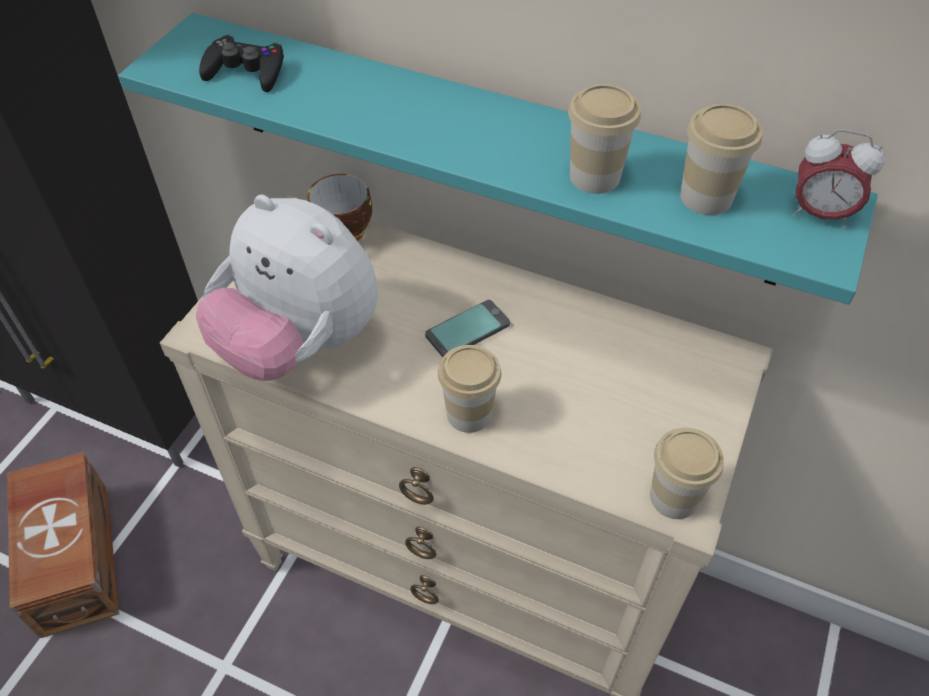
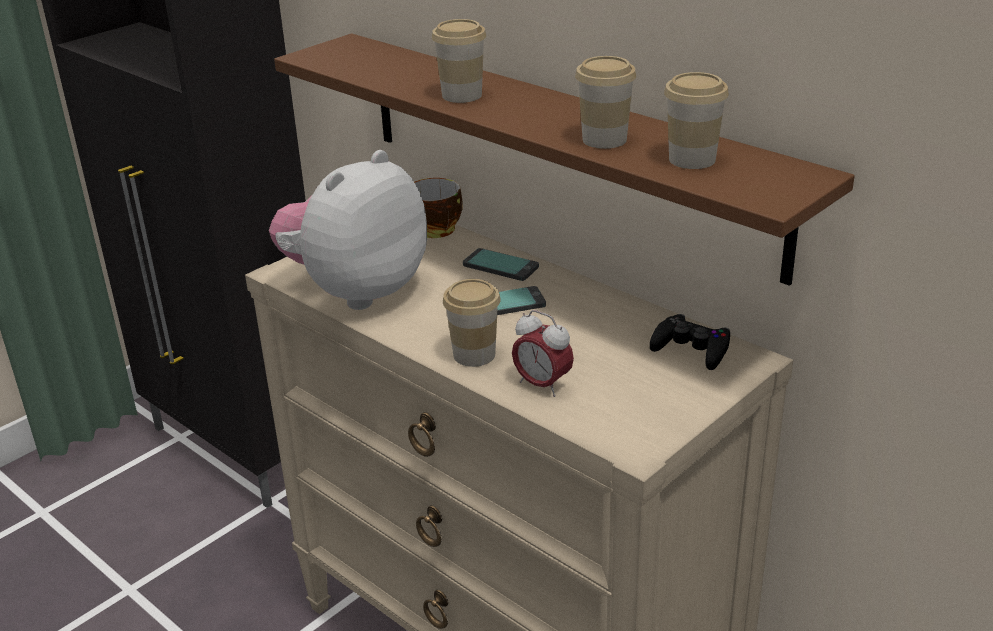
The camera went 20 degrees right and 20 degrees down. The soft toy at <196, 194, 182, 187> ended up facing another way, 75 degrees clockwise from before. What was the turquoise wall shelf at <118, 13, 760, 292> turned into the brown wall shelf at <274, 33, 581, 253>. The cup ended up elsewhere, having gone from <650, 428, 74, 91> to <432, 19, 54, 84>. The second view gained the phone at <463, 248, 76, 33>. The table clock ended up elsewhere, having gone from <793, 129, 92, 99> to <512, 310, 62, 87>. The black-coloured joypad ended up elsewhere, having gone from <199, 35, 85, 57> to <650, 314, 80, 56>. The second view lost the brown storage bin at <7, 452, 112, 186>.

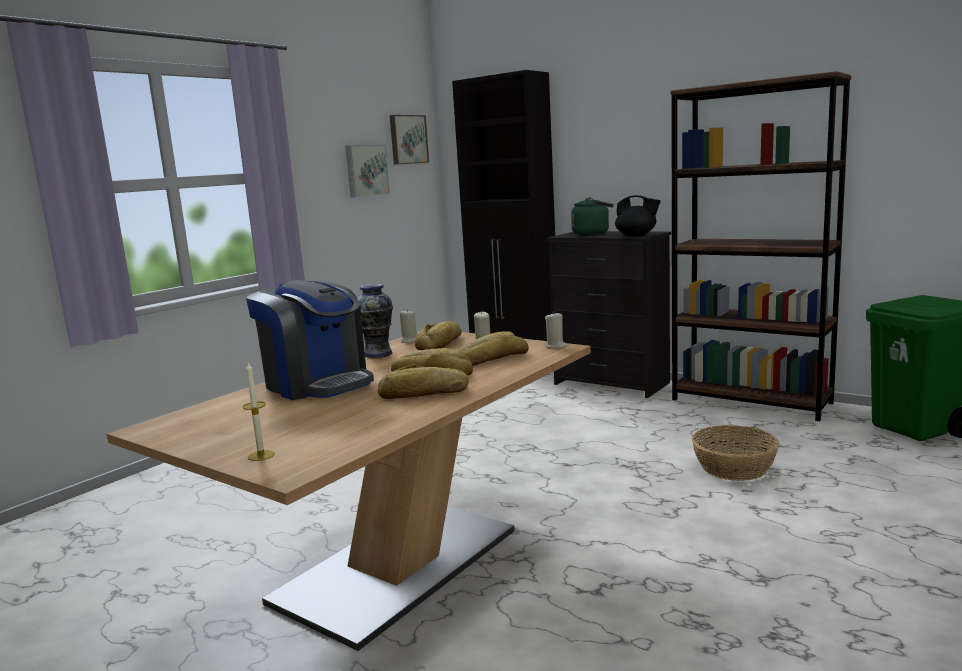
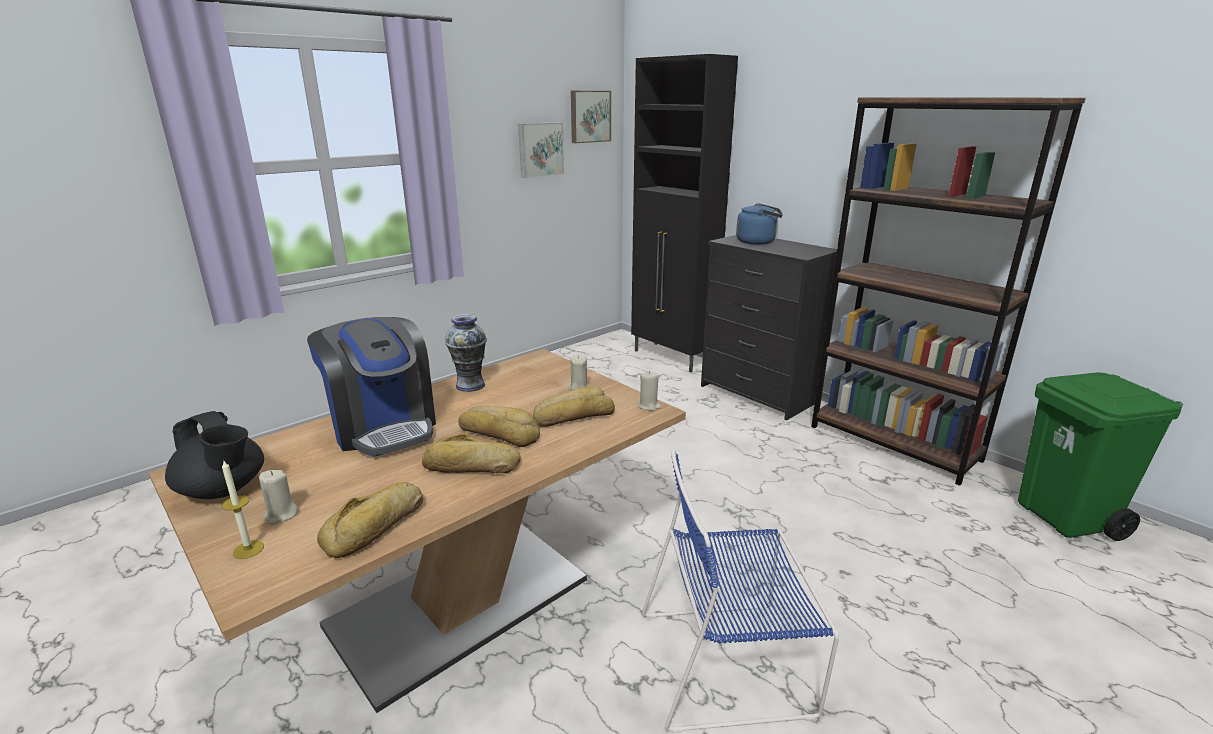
The camera went 10 degrees right and 10 degrees up. The black-coloured tea pot ended up elsewhere, having gone from <615, 195, 46, 41> to <165, 411, 99, 88>. The beige-coloured wax candle ended up elsewhere, having gone from <400, 309, 18, 35> to <259, 470, 40, 55>. The baked bread ended up elsewhere, having gone from <414, 321, 47, 29> to <317, 482, 106, 76>. The second view gained the bluish plain chair at <642, 449, 197, 284>. What was the green-coloured tea kettle at <571, 197, 43, 38> turned into the bluish tea kettle at <736, 203, 47, 42>. The second view lost the household basket at <692, 425, 87, 56>.

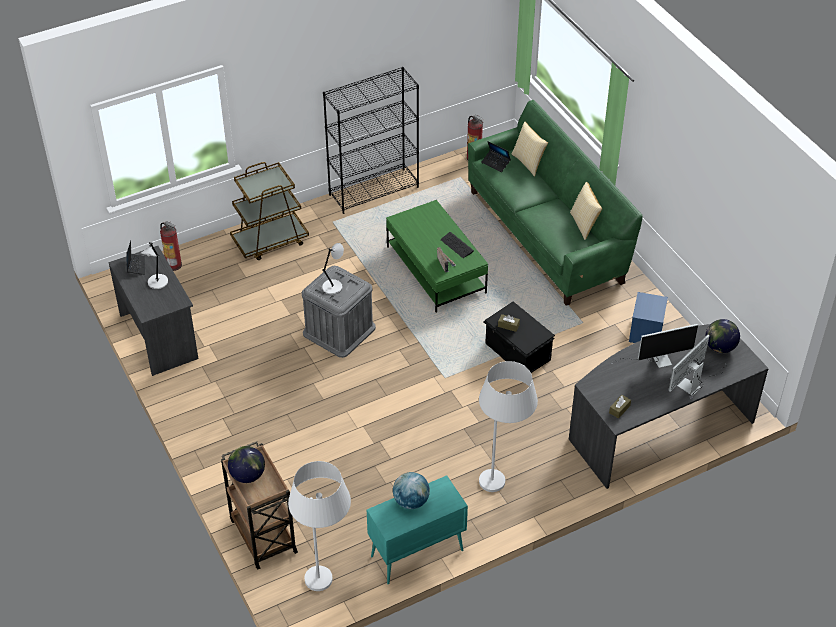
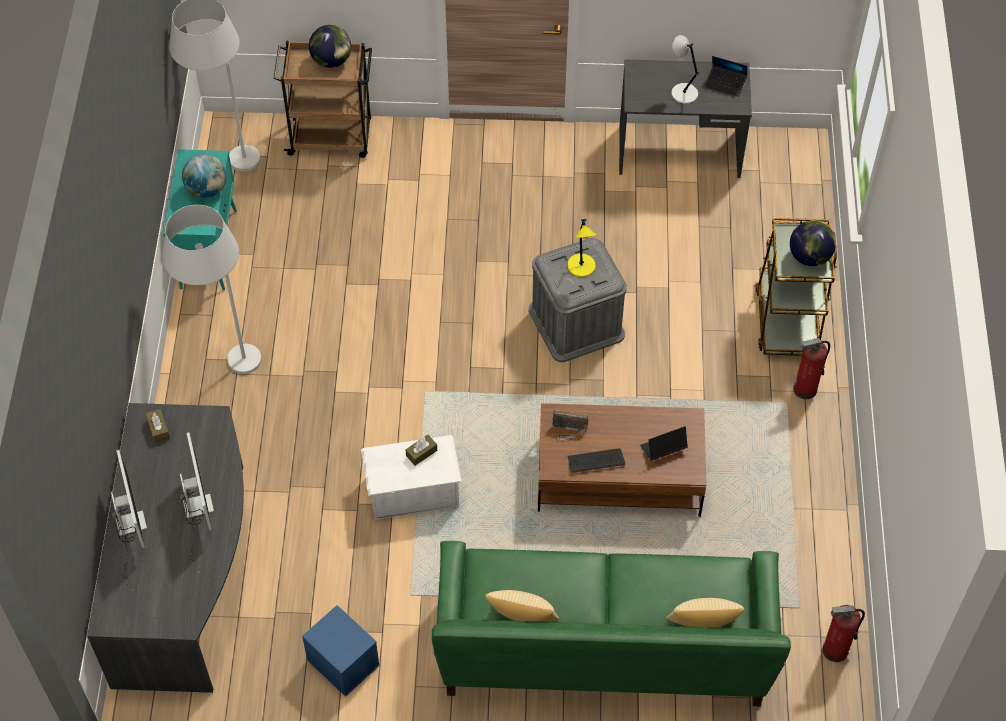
The camera went 120 degrees right and 10 degrees up. The monitor at <611, 324, 87, 44> ended up facing another way, 150 degrees clockwise from before. What was the black-coloured storage bin at <484, 302, 71, 71> turned into the white-coloured storage bin at <361, 435, 101, 85>. What was the green-coloured lounge table at <386, 200, 102, 113> turned into the brown lounge table at <538, 403, 168, 114>. What was the grey lamp for a table at <322, 243, 22, 51> turned into the yellow-coloured lamp for a table at <567, 219, 30, 58>. The portable computer ended up elsewhere, having gone from <481, 141, 30, 31> to <640, 426, 48, 35>. The desk globe ended up elsewhere, having gone from <705, 319, 35, 34> to <790, 220, 46, 46>. The extinguisher ended up elsewhere, having gone from <160, 221, 22, 50> to <793, 338, 37, 61>. The second view lost the black-coloured bookshelf at <323, 67, 96, 147>.

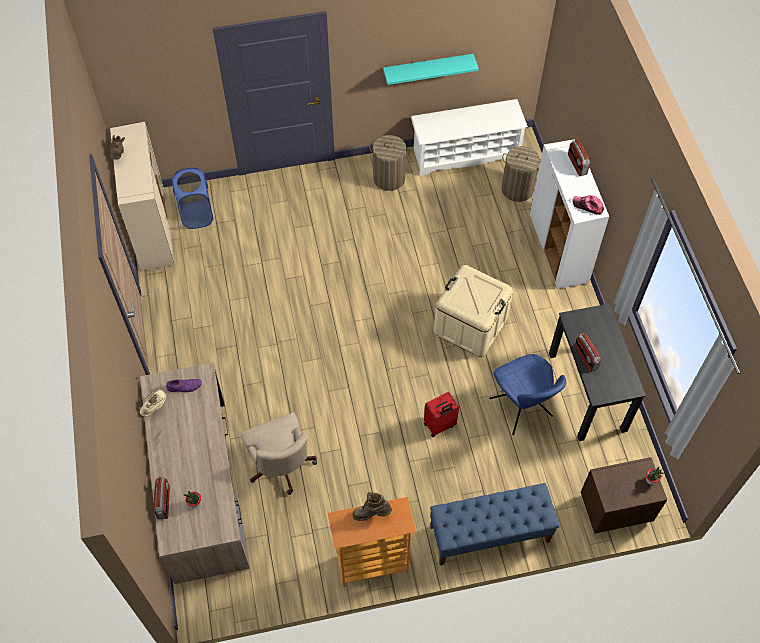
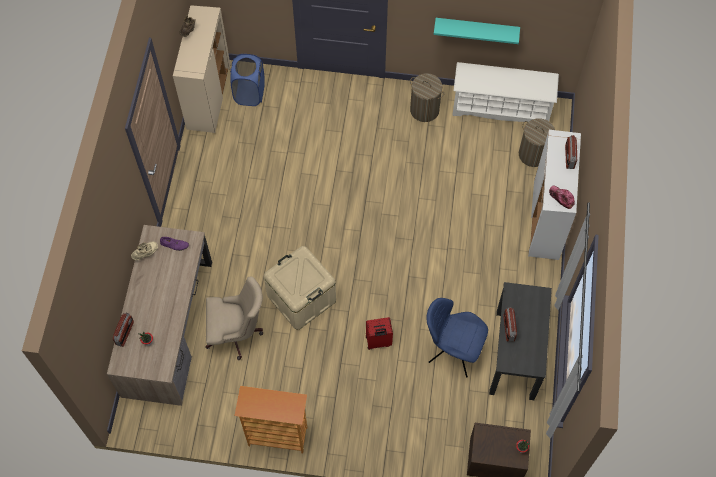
The camera went 20 degrees right and 5 degrees up. The beige-coloured computer chair at <240, 412, 77, 83> ended up facing another way, 90 degrees counterclockwise from before. The beige-coloured storage bin ended up elsewhere, having gone from <434, 265, 79, 92> to <264, 246, 72, 83>. The bluish plain chair at <489, 354, 77, 81> ended up facing another way, 120 degrees clockwise from before. The second view lost the brown boot at <352, 492, 40, 29>. The second view lost the bluish long seat at <430, 483, 129, 82>.

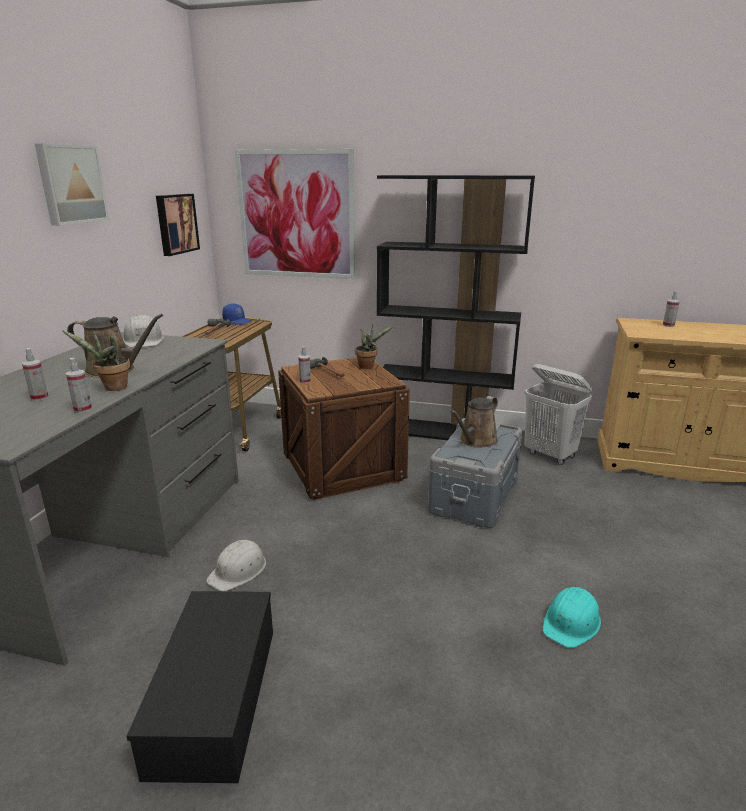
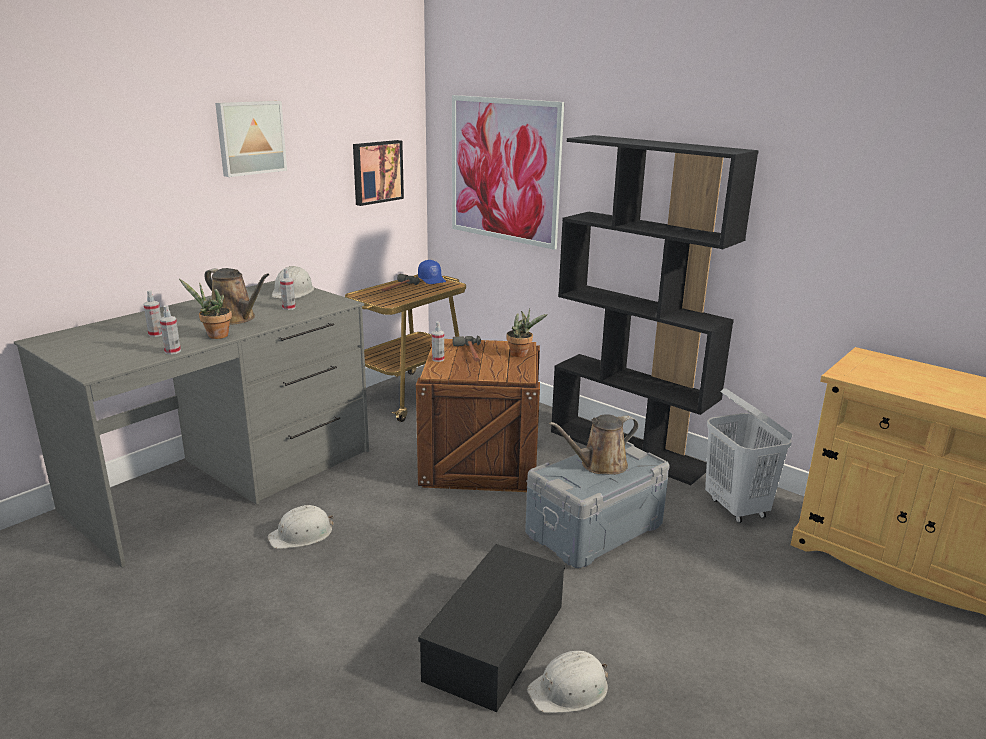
The camera went 25 degrees right and 0 degrees up. The sprayer ended up elsewhere, having gone from <663, 291, 17, 36> to <280, 268, 16, 42>. The black-coloured storage bin ended up elsewhere, having gone from <127, 591, 146, 192> to <418, 544, 147, 168>. What was the turquoise hard hat at <543, 587, 58, 61> turned into the white-coloured hard hat at <527, 651, 81, 62>.

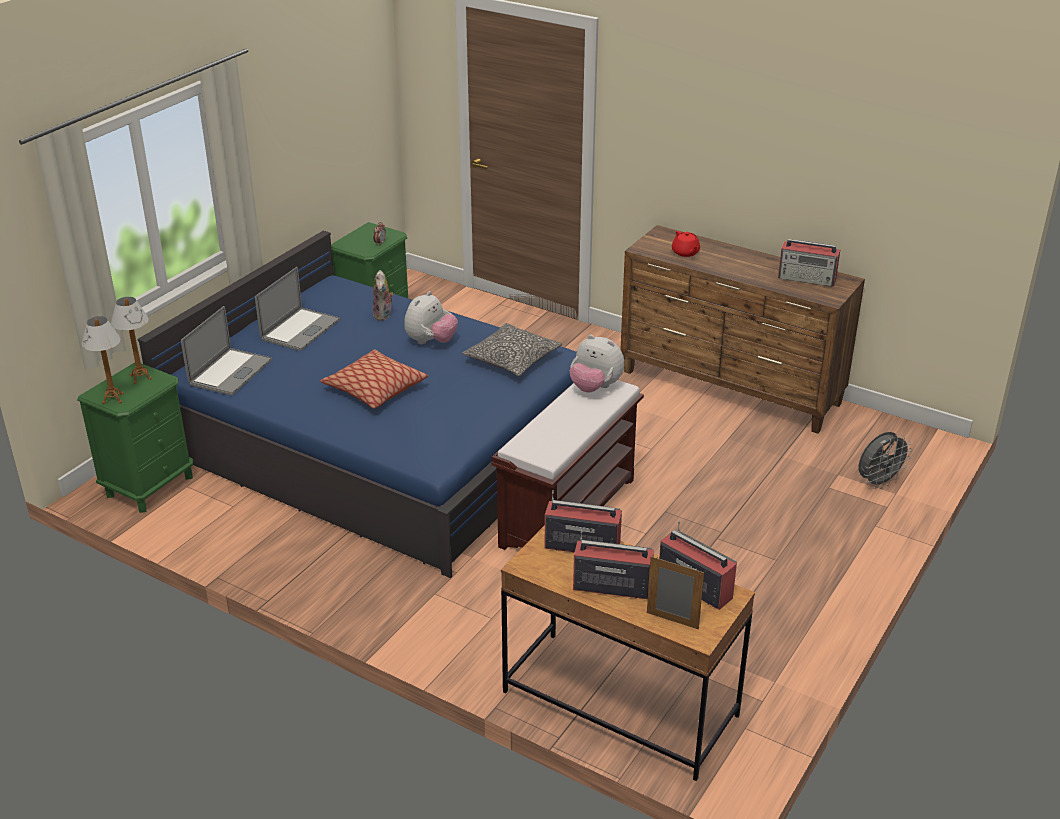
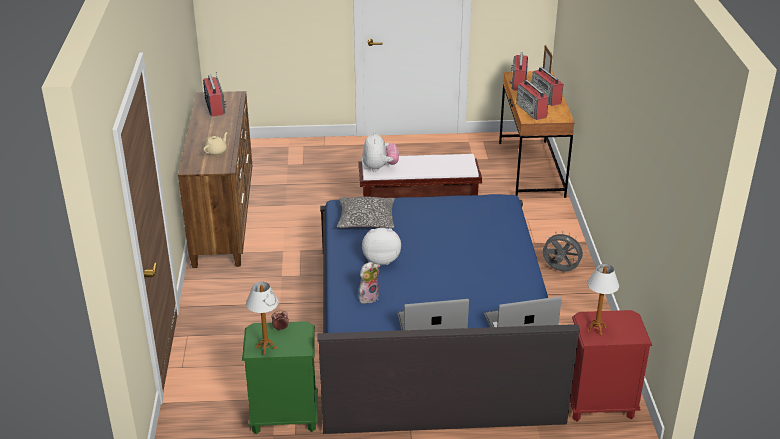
The camera went 125 degrees left and 0 degrees up. What was the reddish tea pot at <672, 231, 28, 26> turned into the beige-coloured tea pot at <203, 132, 25, 24>. The lamp for a table ended up elsewhere, having gone from <82, 316, 42, 88> to <246, 282, 33, 73>. The grey fan ended up elsewhere, having gone from <859, 432, 53, 57> to <542, 231, 44, 40>. What was the green-coloured nightstand at <77, 362, 116, 151> turned into the reddish nightstand at <570, 310, 82, 111>. The second view lost the cushion at <320, 349, 108, 60>.

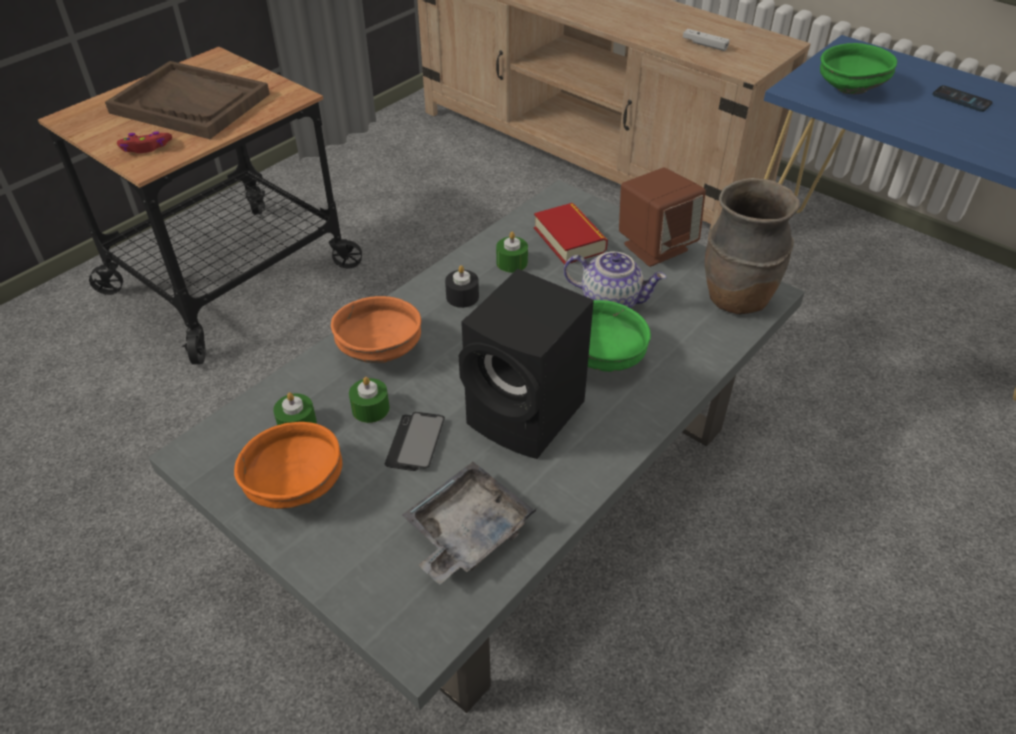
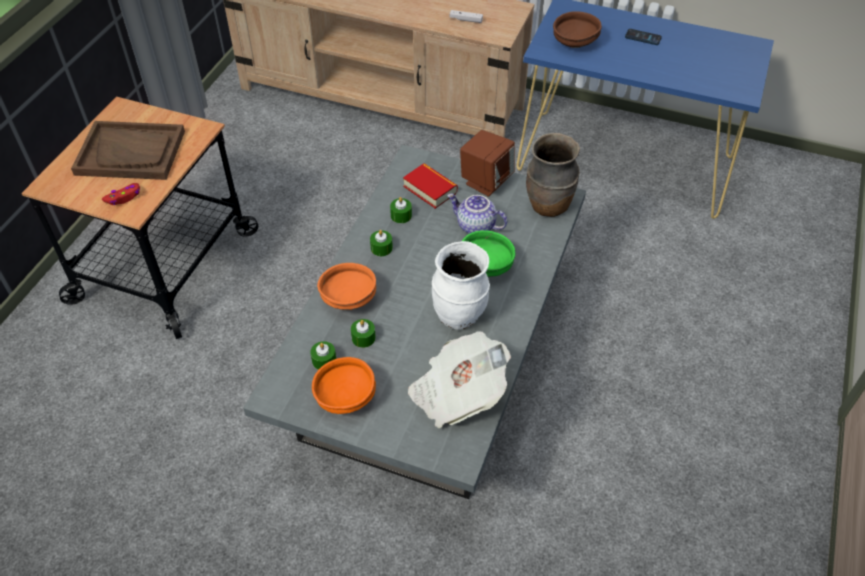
The camera went 20 degrees left and 5 degrees up. What was the black-coloured wax candle at <445, 265, 34, 43> turned into the green-coloured wax candle at <370, 230, 23, 26>. Where the grey tray stood at <402, 462, 134, 123>, the daily paper came to stand at <408, 331, 103, 97>. Where the black-coloured loudspeaker stood at <459, 269, 135, 190>, the white-coloured flower vase came to stand at <432, 241, 58, 89>. The tea pot at <564, 251, 102, 58> ended up facing another way, 150 degrees counterclockwise from before. What was the green-coloured serving bowl at <820, 43, 77, 51> turned into the brown serving bowl at <553, 11, 49, 37>. The second view lost the phone at <385, 412, 60, 59>.

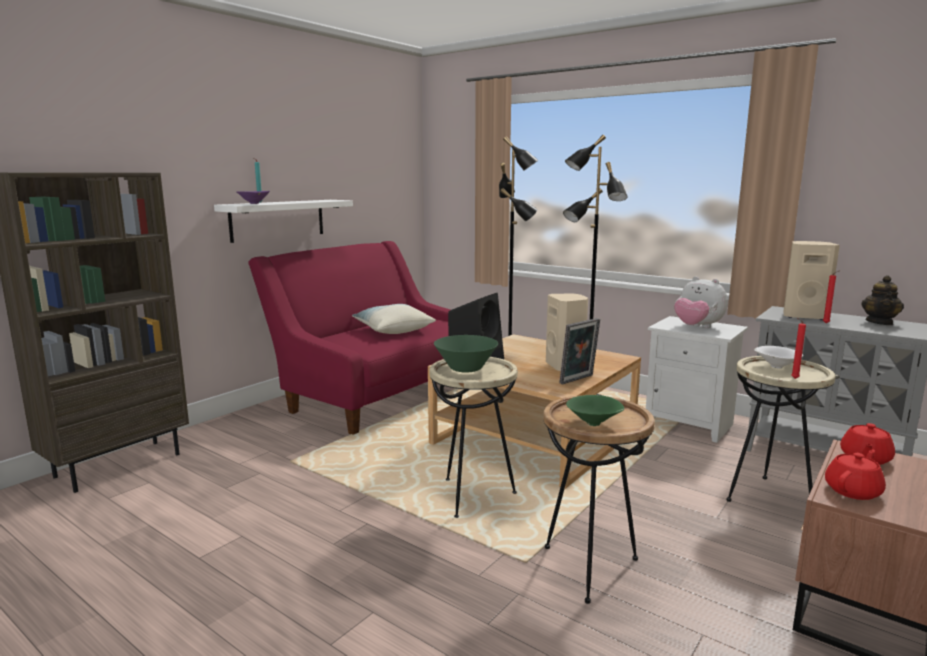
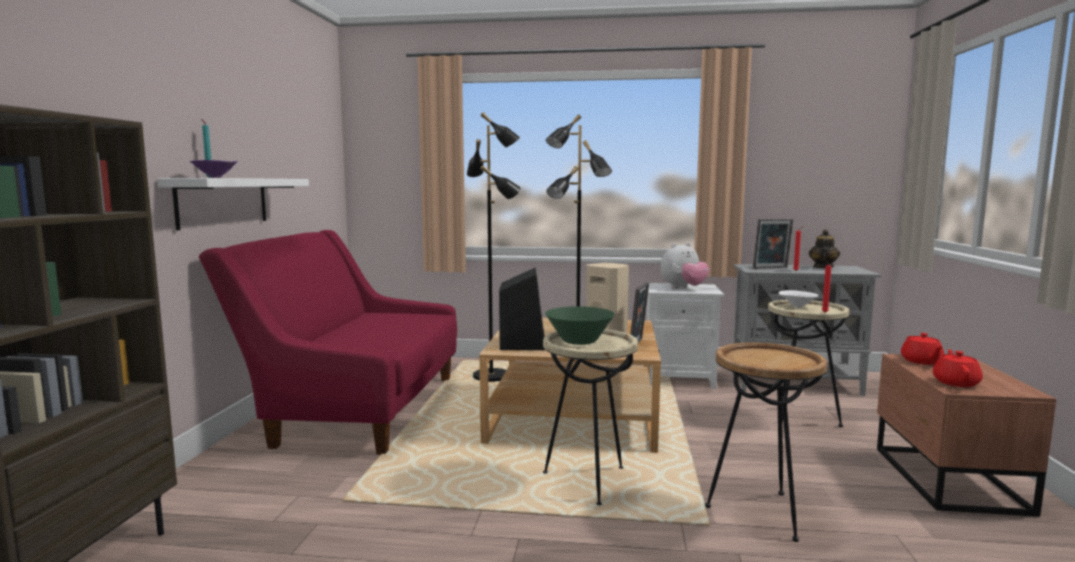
The camera went 30 degrees left and 5 degrees down. The soft toy at <674, 276, 54, 52> ended up facing another way, 45 degrees counterclockwise from before. Where the beige-coloured loudspeaker stood at <784, 241, 56, 79>, the picture frame came to stand at <753, 219, 40, 50>. The tea pot at <861, 275, 43, 50> ended up facing another way, 150 degrees counterclockwise from before. The second view lost the cushion at <352, 304, 84, 30>. The second view lost the green-coloured serving bowl at <566, 395, 58, 31>.

